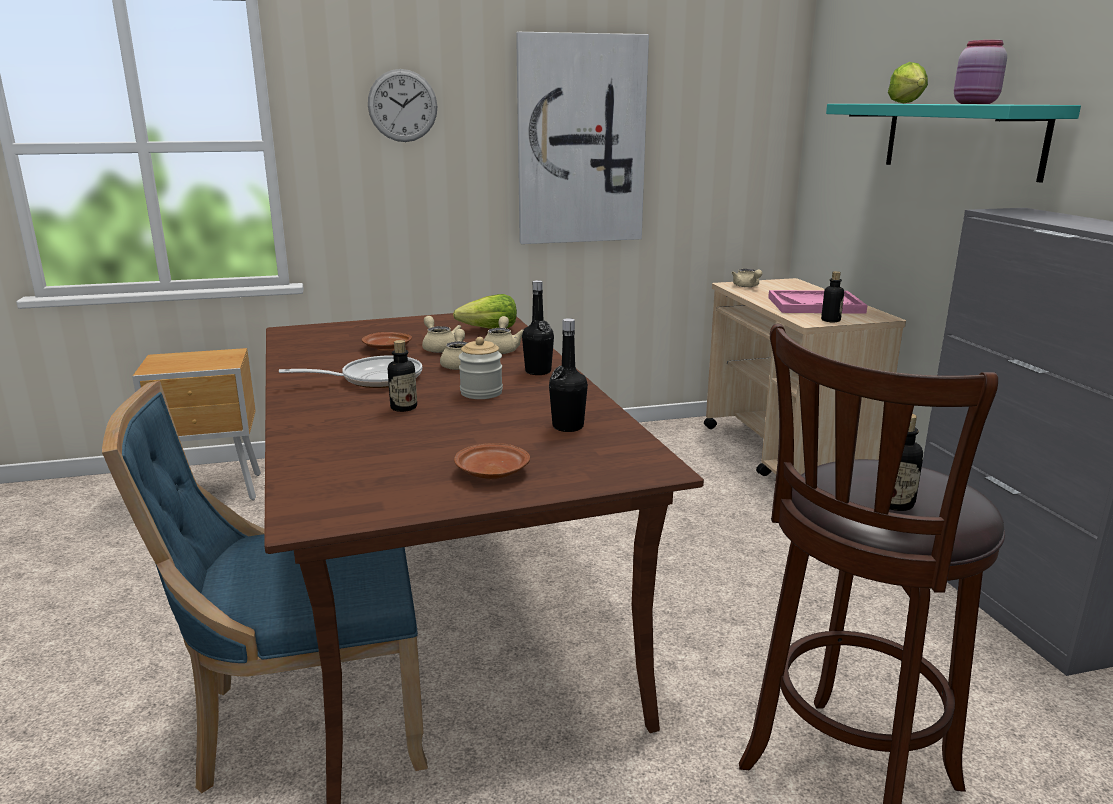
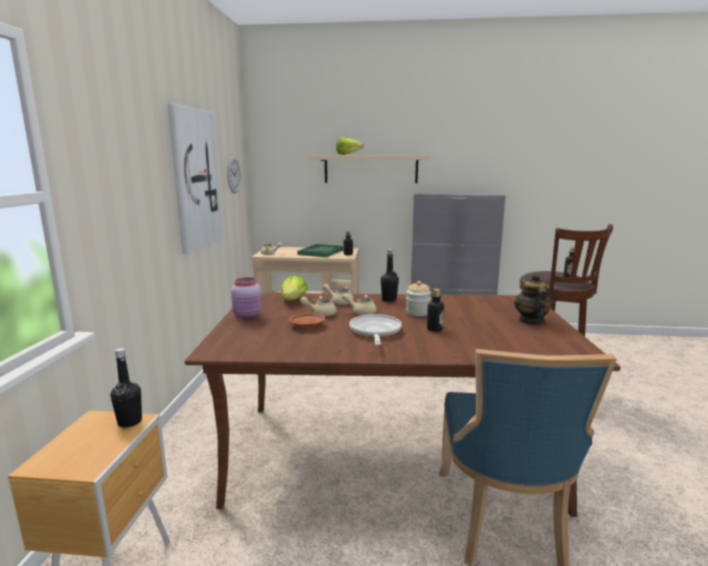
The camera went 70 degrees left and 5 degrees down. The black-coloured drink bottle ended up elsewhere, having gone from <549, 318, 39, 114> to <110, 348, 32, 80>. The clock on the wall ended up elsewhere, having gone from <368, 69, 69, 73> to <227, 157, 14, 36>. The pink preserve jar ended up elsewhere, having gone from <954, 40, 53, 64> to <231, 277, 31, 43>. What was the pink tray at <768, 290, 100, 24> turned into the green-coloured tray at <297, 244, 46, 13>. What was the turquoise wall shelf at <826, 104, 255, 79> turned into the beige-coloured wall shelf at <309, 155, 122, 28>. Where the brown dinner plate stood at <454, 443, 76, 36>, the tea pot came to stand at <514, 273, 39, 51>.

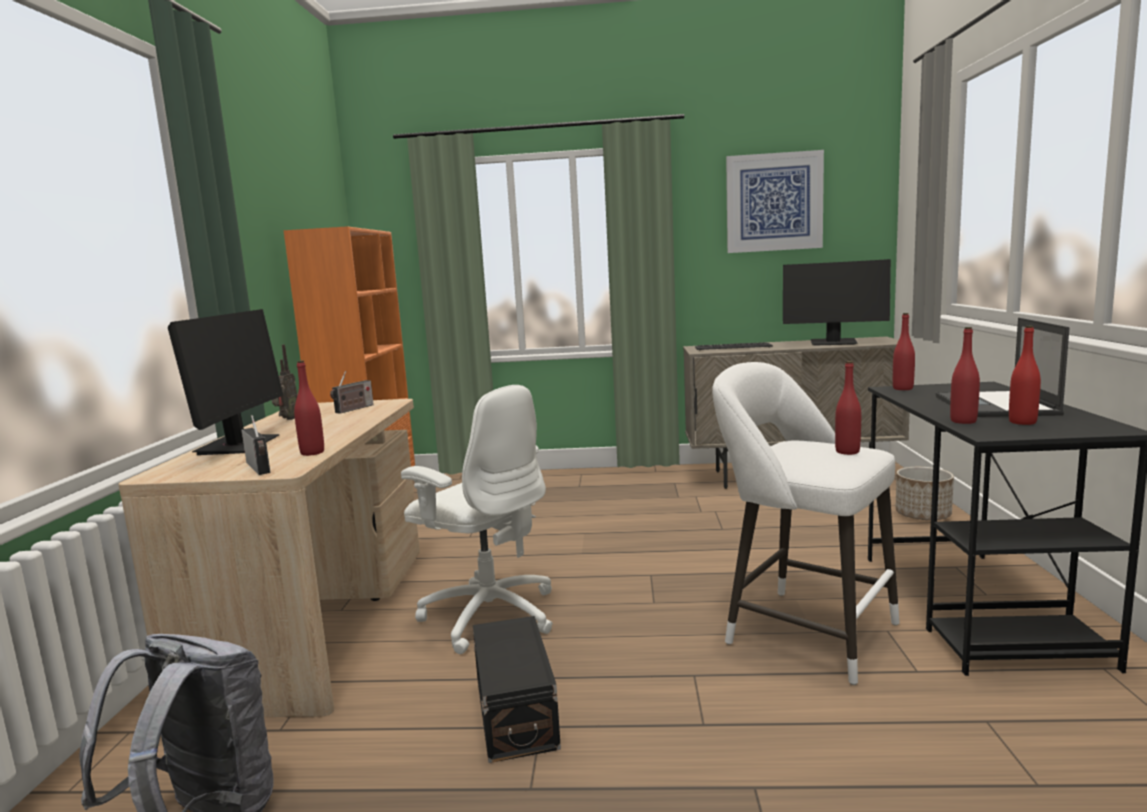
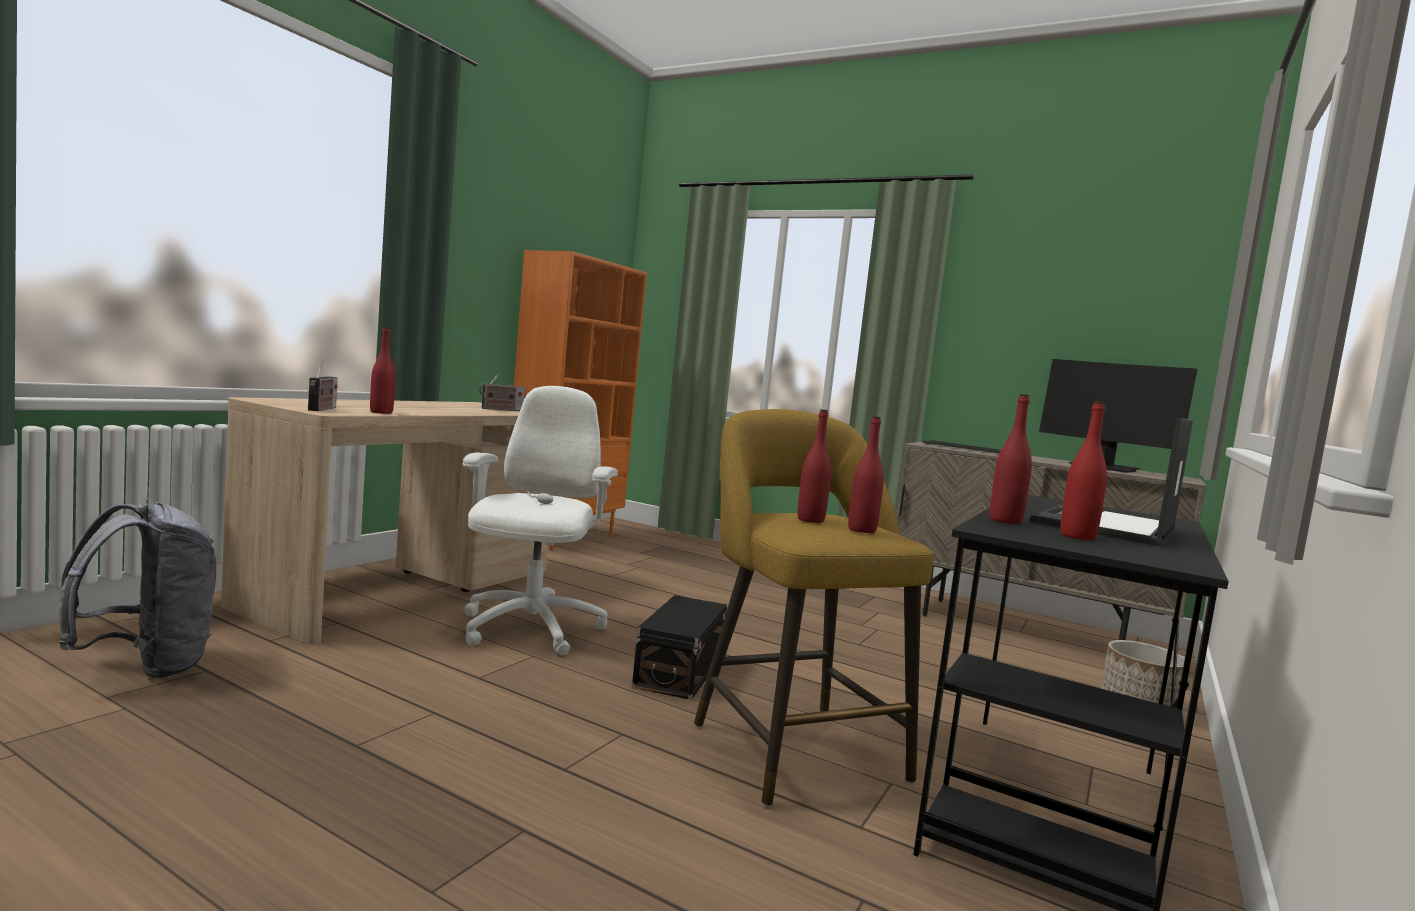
The camera went 25 degrees right and 5 degrees down. The white-coloured computer chair at <401, 385, 152, 269> ended up facing another way, 150 degrees counterclockwise from before. The black-coloured storage bin ended up elsewhere, having gone from <473, 616, 88, 147> to <632, 595, 95, 105>. What was the white-coloured stool at <712, 362, 188, 323> turned into the yellow-coloured stool at <694, 409, 240, 398>. The reddish drink bottle ended up elsewhere, having gone from <893, 313, 22, 77> to <797, 409, 34, 114>. The second view lost the monitor at <168, 309, 115, 146>. The second view lost the radio at <272, 344, 25, 76>. The second view lost the wall picture at <726, 150, 98, 103>.

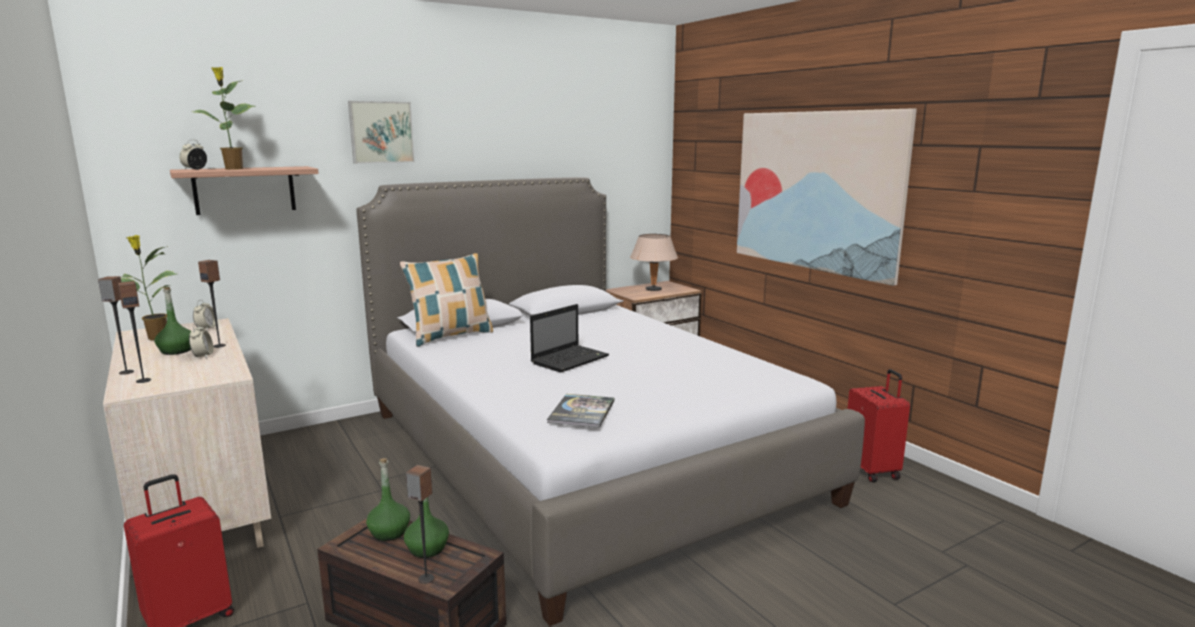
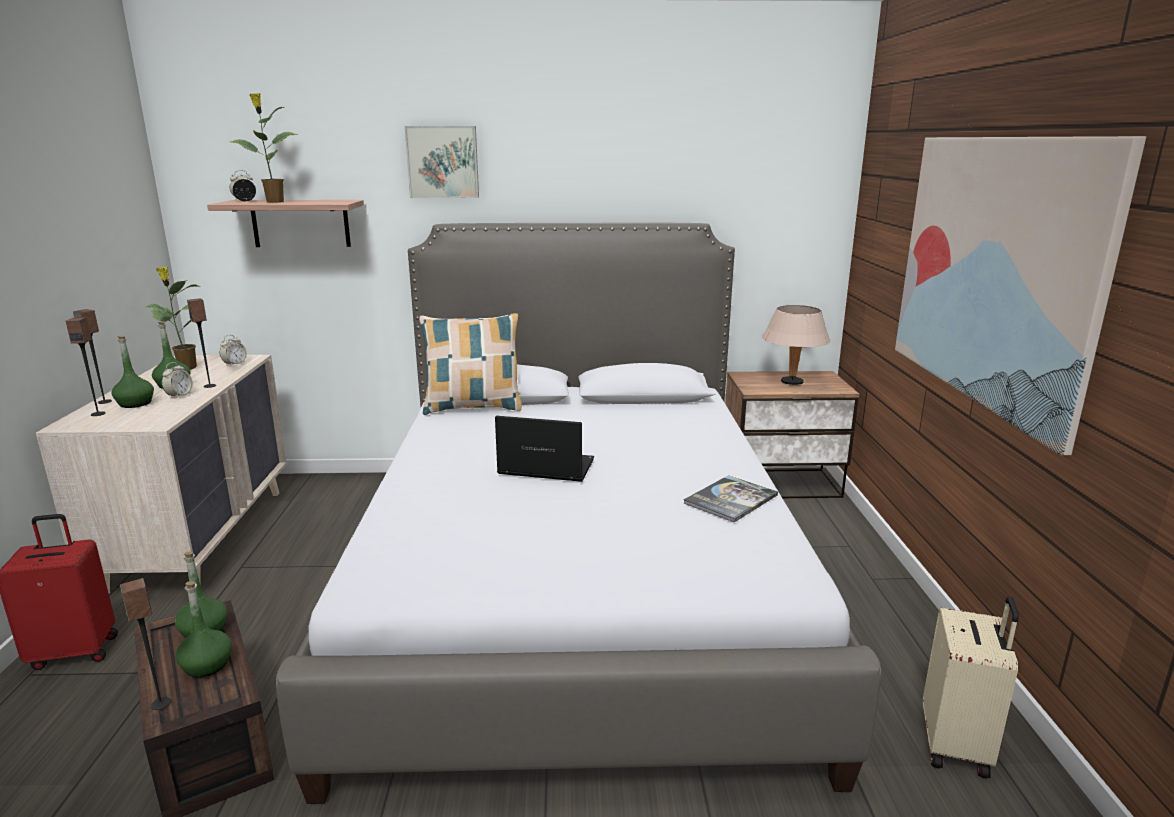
The camera went 30 degrees right and 5 degrees up. The second view gained the green-coloured drink bottle at <111, 335, 43, 73>. The portable computer at <530, 304, 79, 69> ended up facing another way, 150 degrees counterclockwise from before. The bound book ended up elsewhere, having gone from <547, 394, 67, 34> to <683, 475, 95, 48>. What was the reddish travel case at <848, 369, 62, 113> turned into the beige-coloured travel case at <923, 596, 96, 183>.

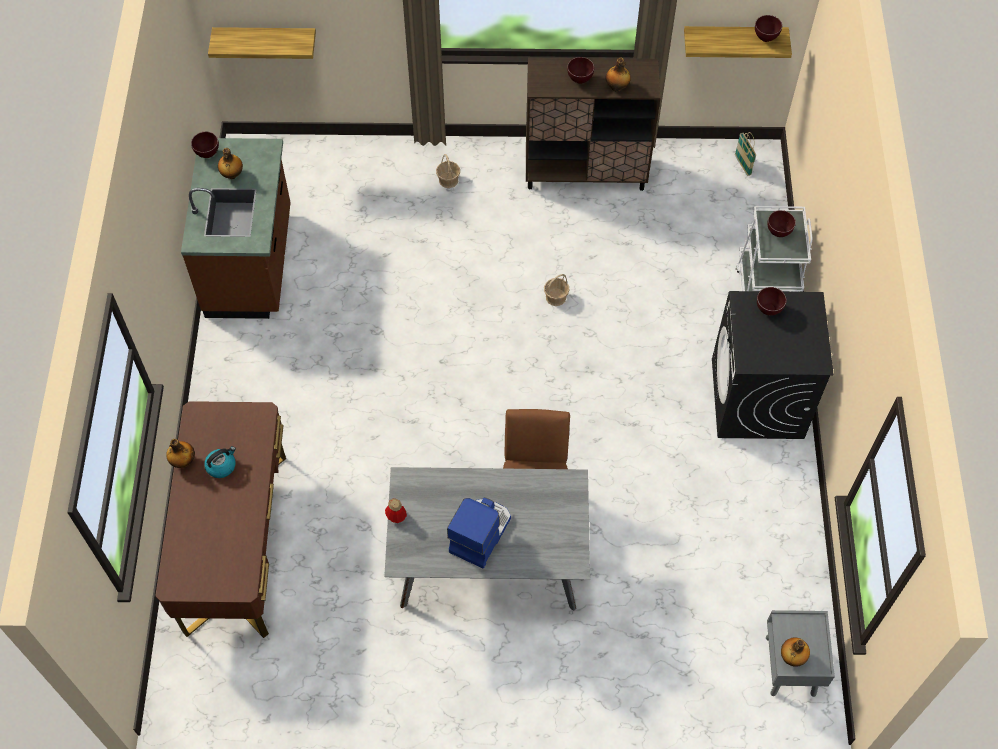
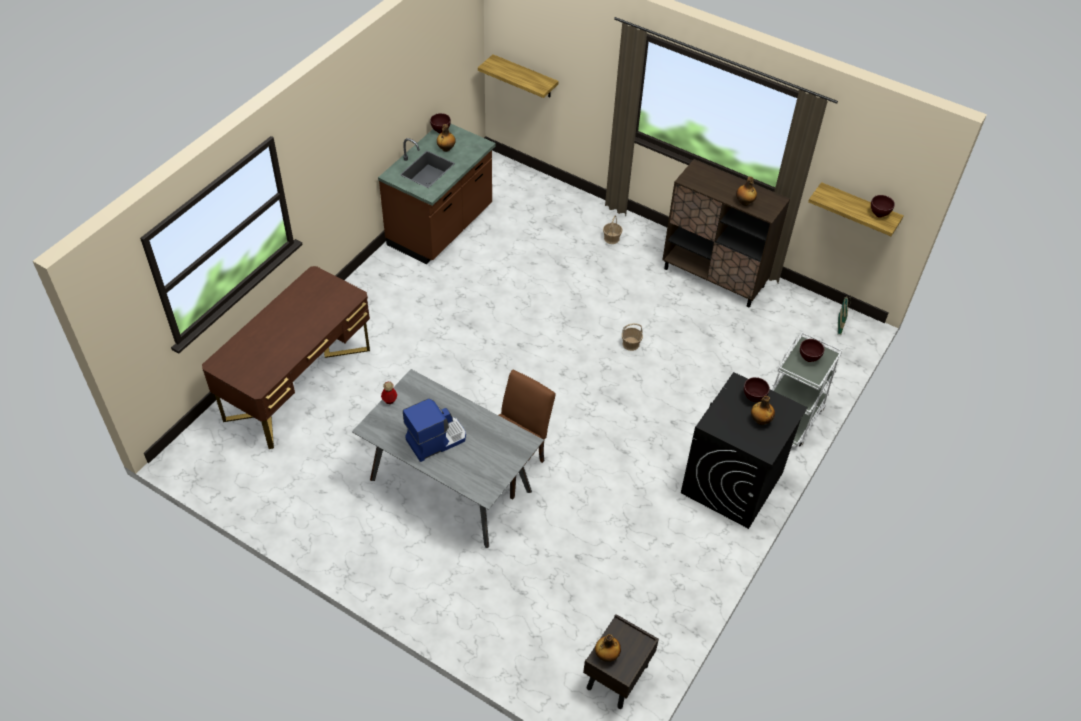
The camera went 30 degrees right and 10 degrees down. What was the grey nightstand at <766, 610, 69, 87> turned into the brown nightstand at <583, 614, 76, 95>. The drink bottle ended up elsewhere, having gone from <166, 439, 29, 29> to <751, 396, 24, 29>. The second view lost the tea kettle at <204, 446, 32, 32>. The second view lost the brown serving bowl at <567, 57, 27, 27>.

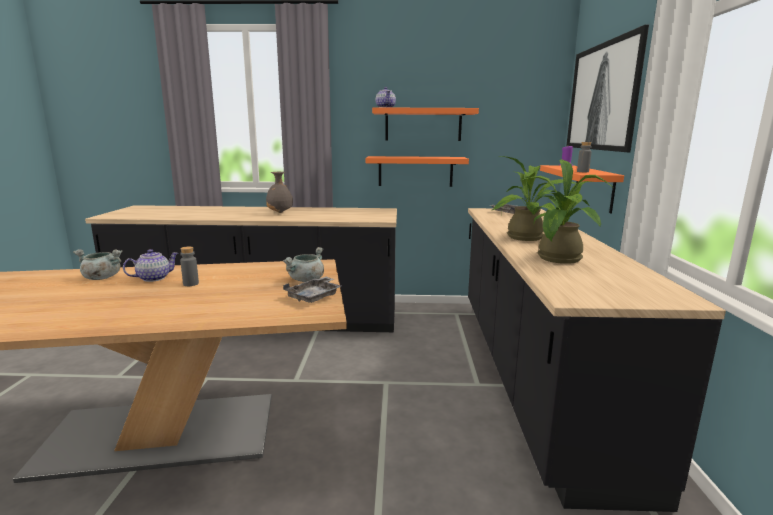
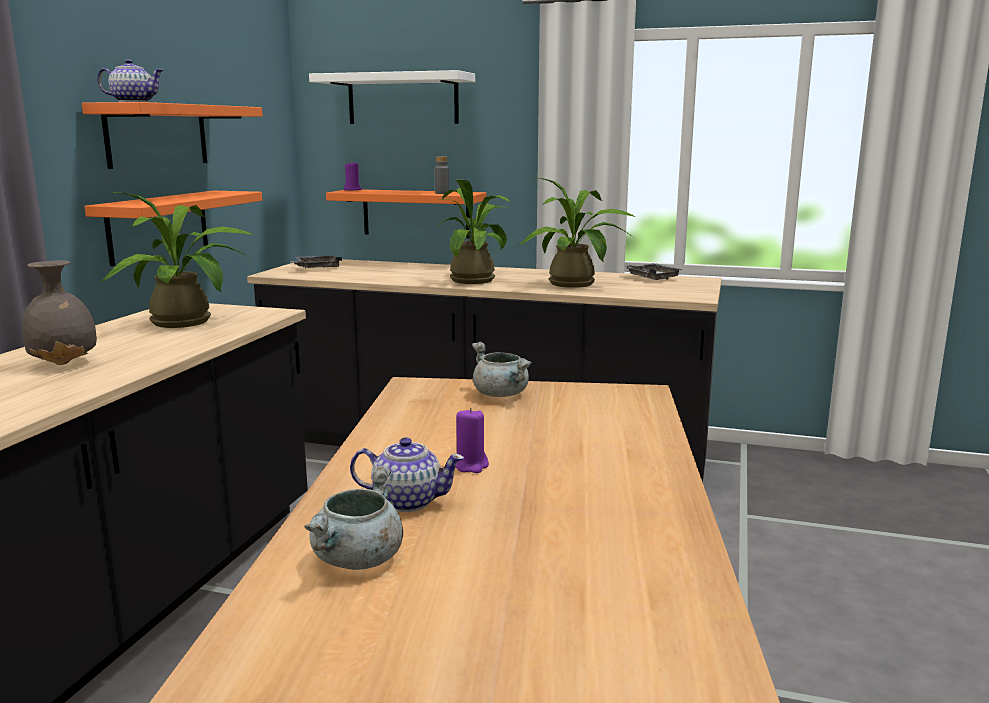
The camera went 75 degrees left and 0 degrees up. The second view gained the houseplant at <101, 192, 152, 136>. Where the wall picture hung at <566, 25, 83, 127>, the white-coloured wall shelf came to hang at <309, 70, 166, 54>. The tea pot at <123, 249, 55, 33> ended up facing another way, 120 degrees clockwise from before. Where the grey drink bottle stood at <180, 246, 19, 40>, the purple-coloured wax candle came to stand at <455, 408, 34, 65>. The grey tray ended up elsewhere, having gone from <283, 277, 58, 26> to <621, 263, 61, 17>.

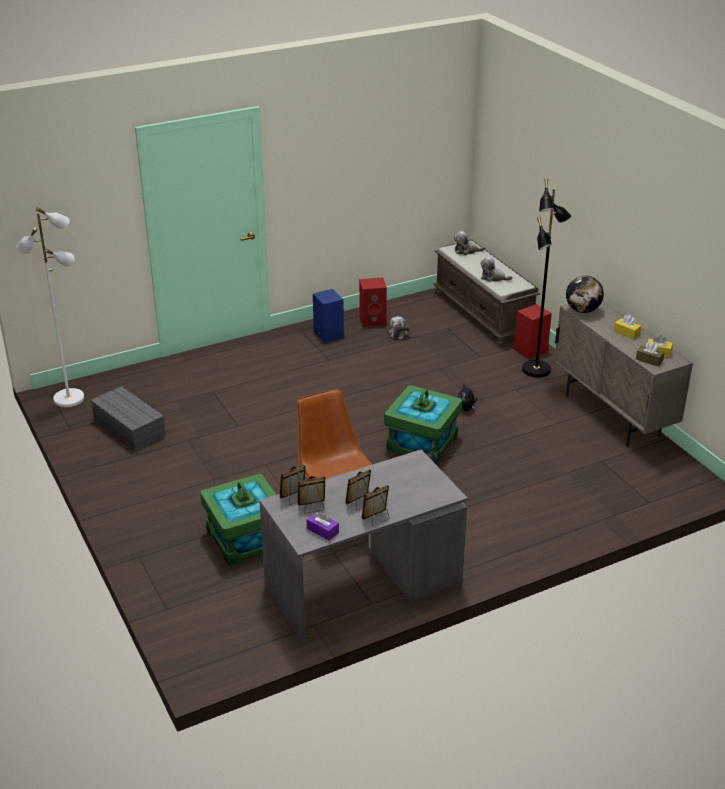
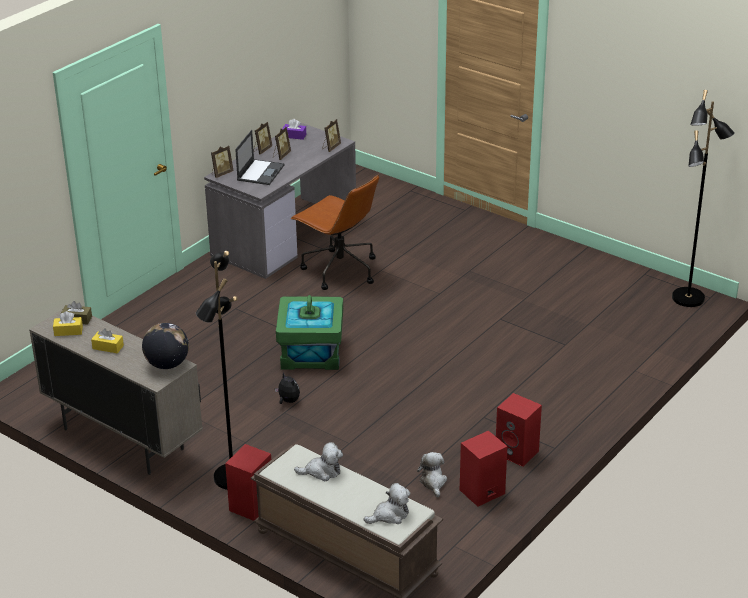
The camera went 155 degrees right and 0 degrees up. The picture frame ended up elsewhere, having gone from <298, 476, 27, 37> to <211, 146, 22, 32>. The second view gained the portable computer at <235, 130, 49, 55>. What was the bluish loudspeaker at <313, 289, 31, 54> turned into the reddish loudspeaker at <496, 393, 46, 74>. What was the white-coloured floor lamp at <16, 207, 68, 200> turned into the black-coloured floor lamp at <672, 90, 63, 217>. The second view lost the grey storage bin at <90, 386, 76, 65>. The second view lost the green-coloured storage bin at <200, 474, 77, 92>.

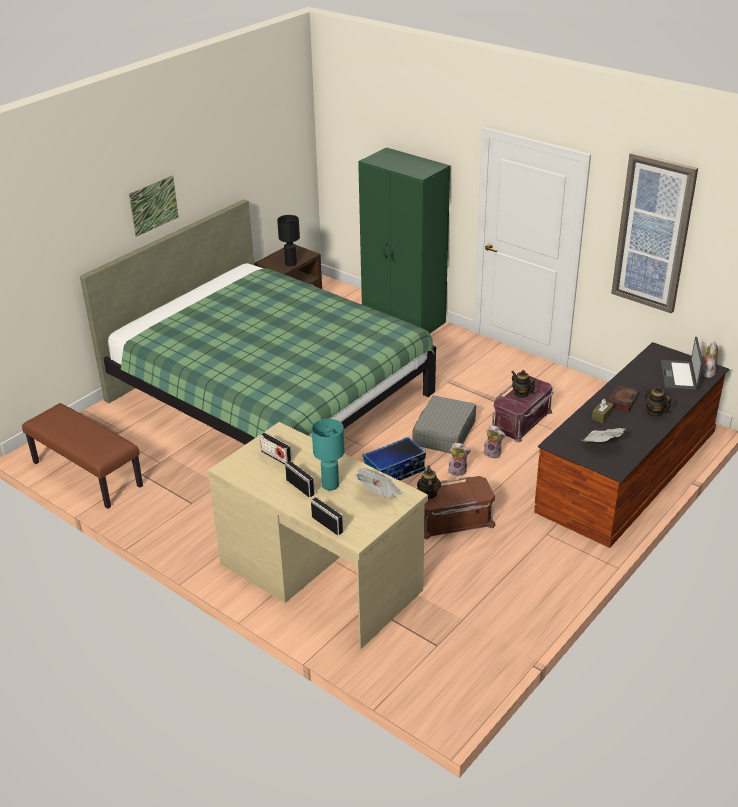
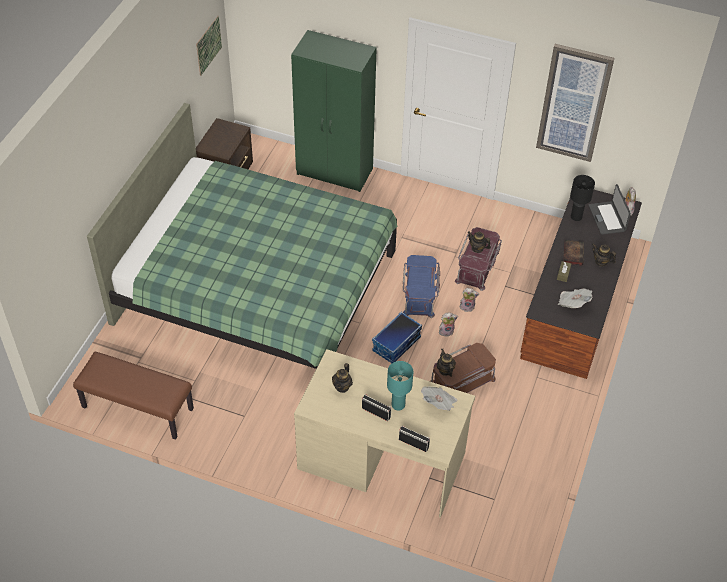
The camera went 20 degrees left and 15 degrees up. The wall picture ended up elsewhere, having gone from <129, 175, 50, 62> to <196, 16, 26, 60>. Where the radio stood at <260, 432, 32, 33>, the tea pot came to stand at <332, 363, 21, 30>. Where the grey travel case stood at <413, 395, 63, 59>, the bluish storage bin came to stand at <403, 255, 37, 63>. The black-coloured lamp for a table ended up elsewhere, having gone from <277, 215, 23, 51> to <570, 175, 25, 46>.

